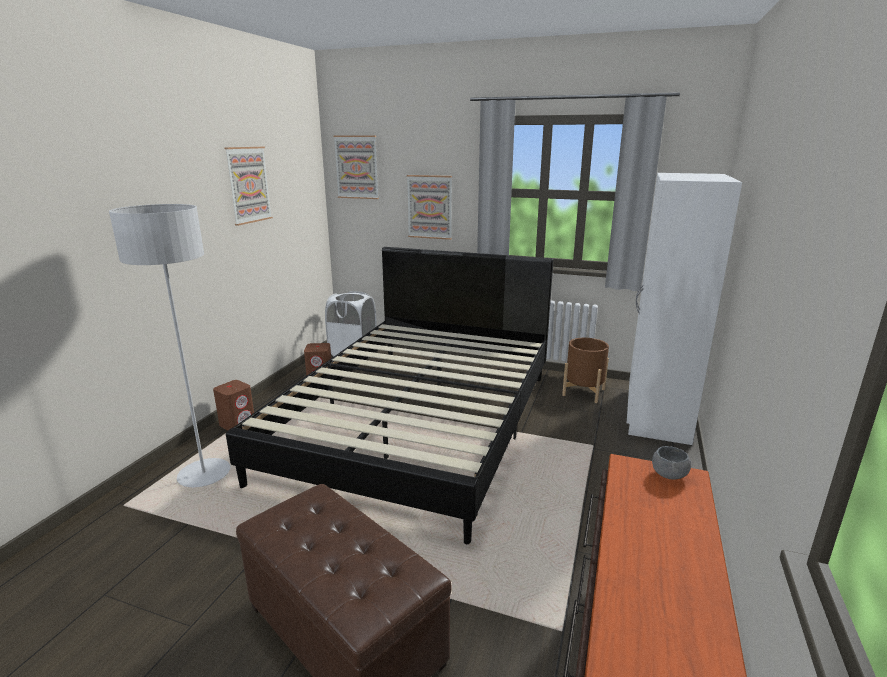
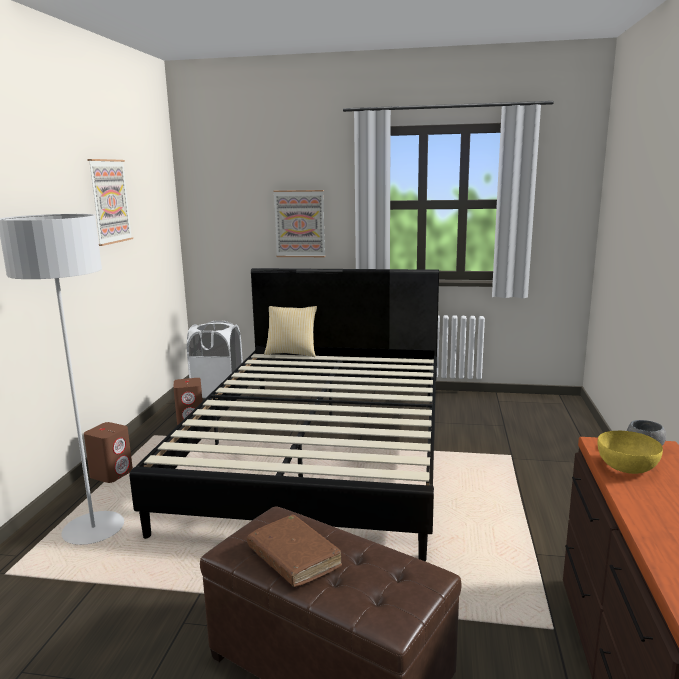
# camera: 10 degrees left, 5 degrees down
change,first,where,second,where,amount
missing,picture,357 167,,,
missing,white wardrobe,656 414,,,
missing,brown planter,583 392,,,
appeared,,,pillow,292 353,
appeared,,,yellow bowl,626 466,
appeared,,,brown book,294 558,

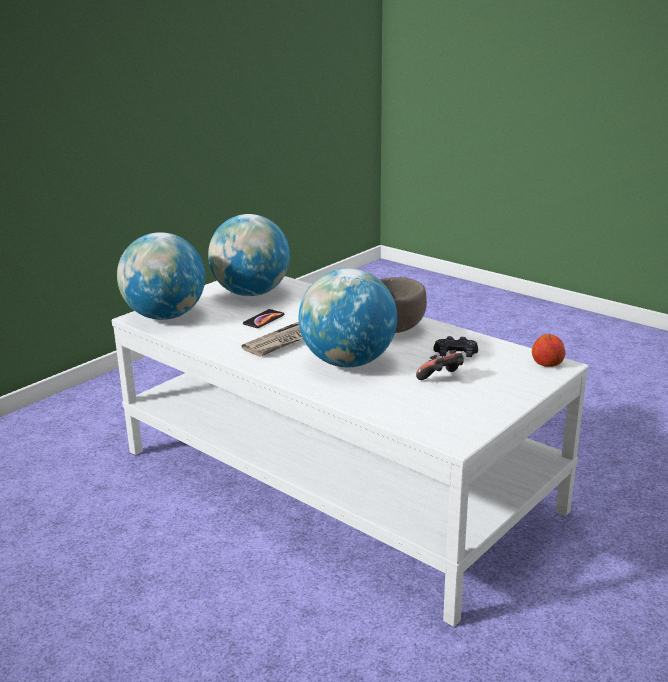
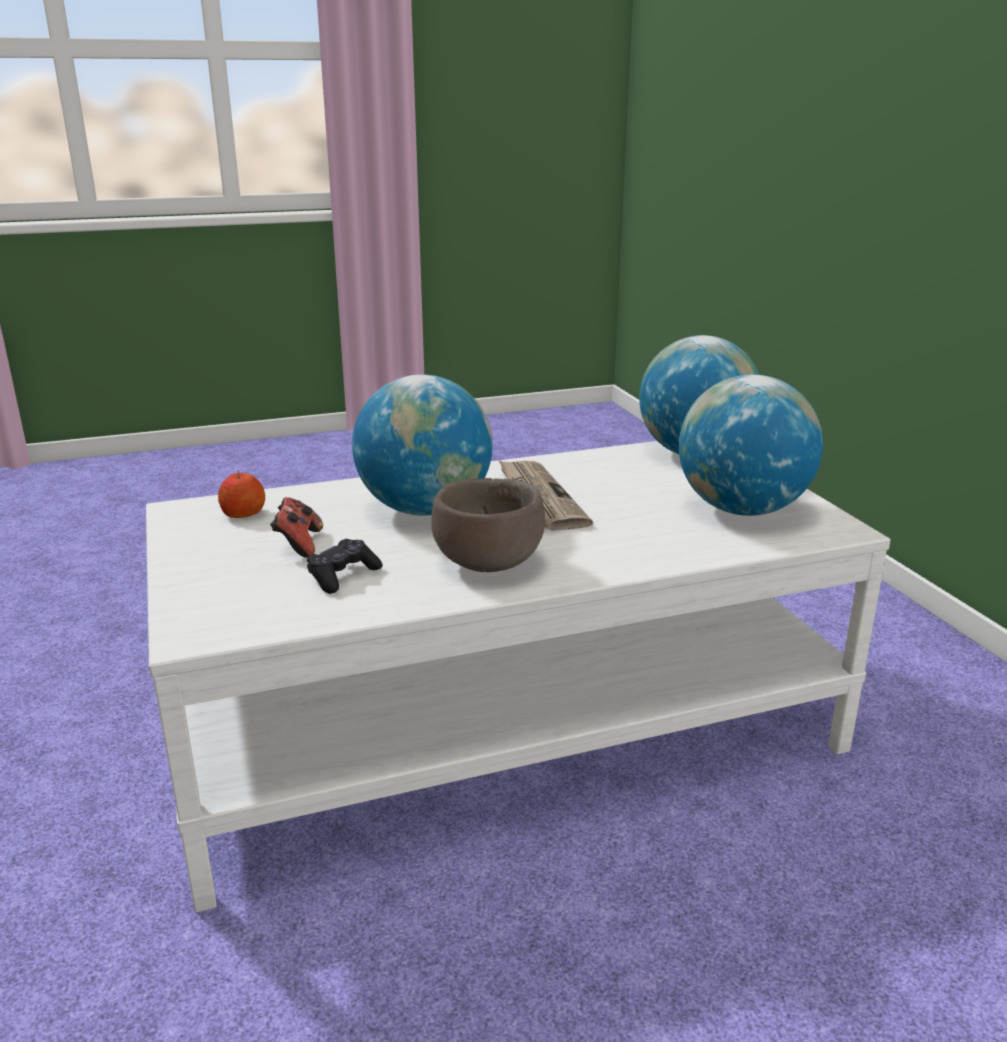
# camera: 120 degrees right, 0 degrees up
change,first,where,second,where,amount
missing,phone,264 319,,,
relocated,apple,547 363,,243 513,

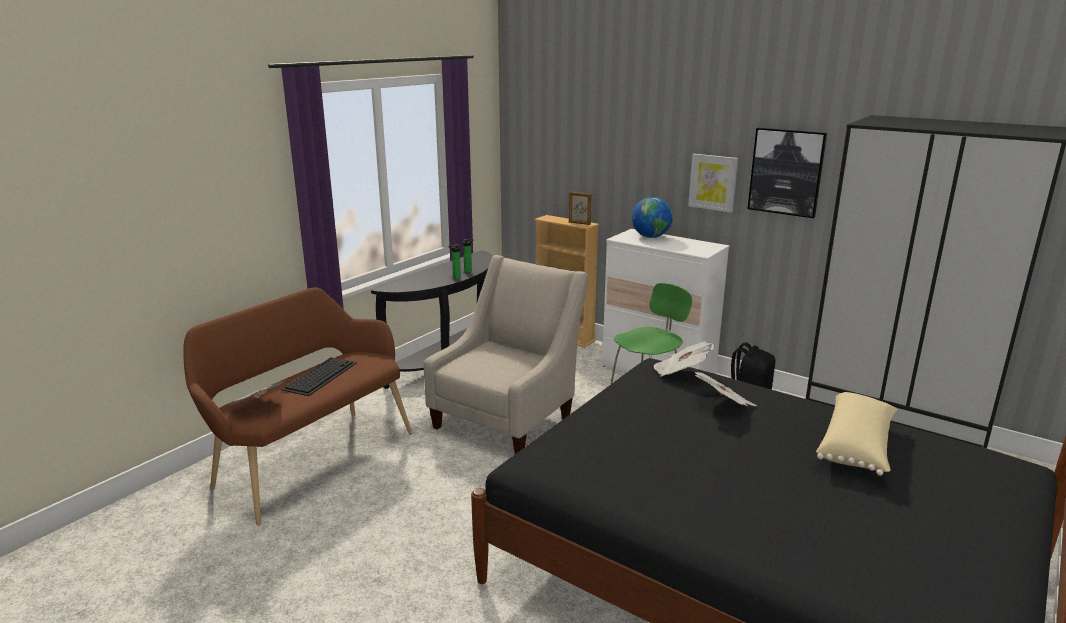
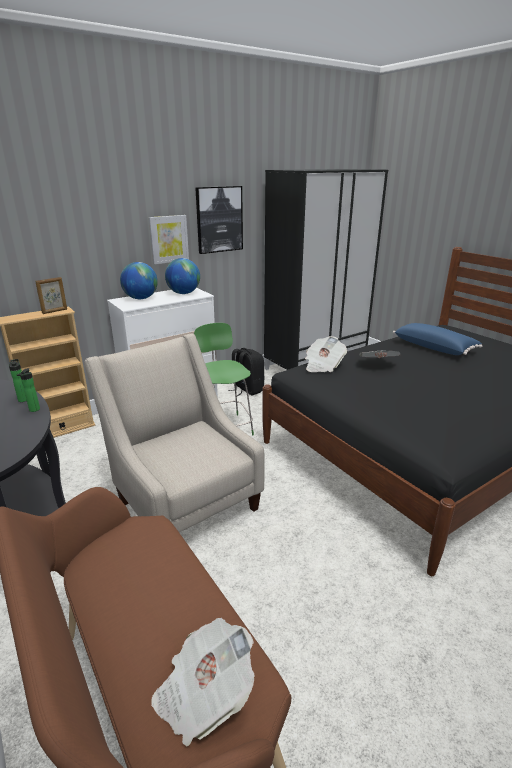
# camera: 70 degrees left, 5 degrees up
change,first,where,second,where,amount
missing,keyboard,320 375,,,
colour,beige pillow,857 446,blue pillow,434 347,
appeared,,,globe,183 293,

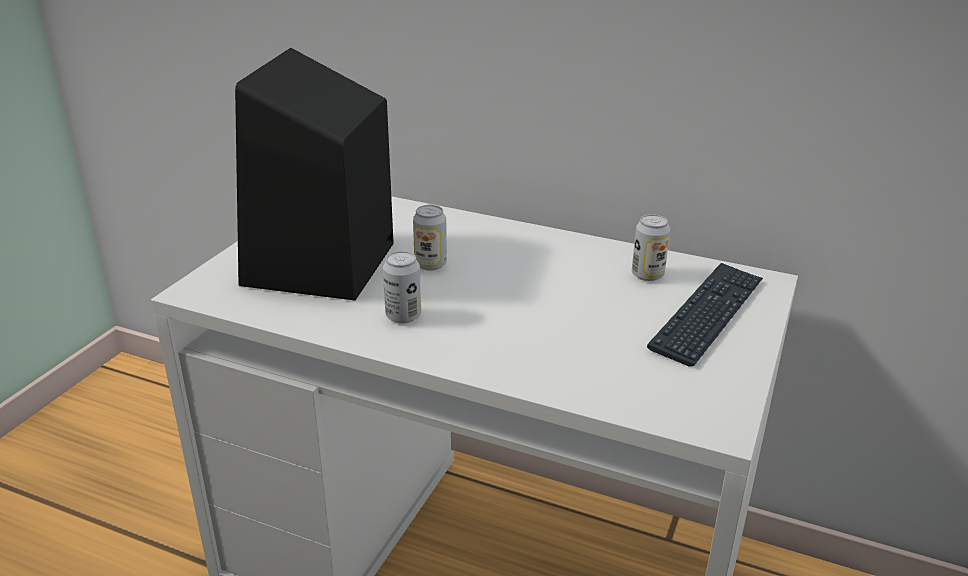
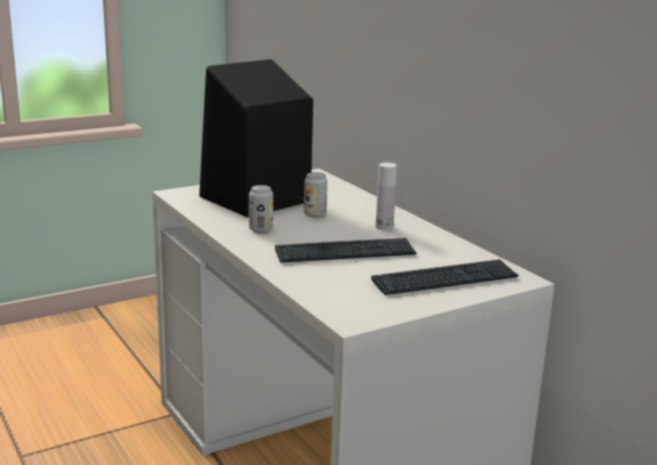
# camera: 35 degrees right, 10 degrees down
change,first,where,second,where,amount
missing,can,647 275,,,
appeared,,,white bottle,384 227,
appeared,,,keyboard,345 253,

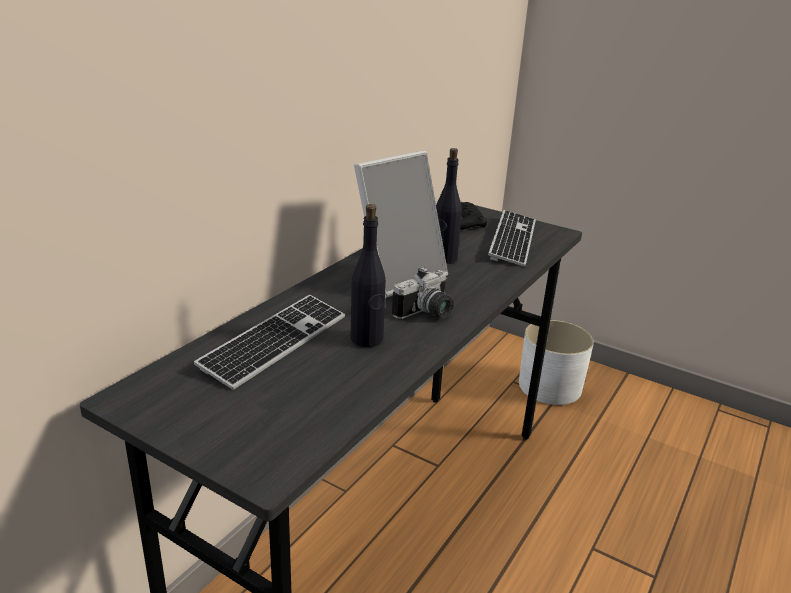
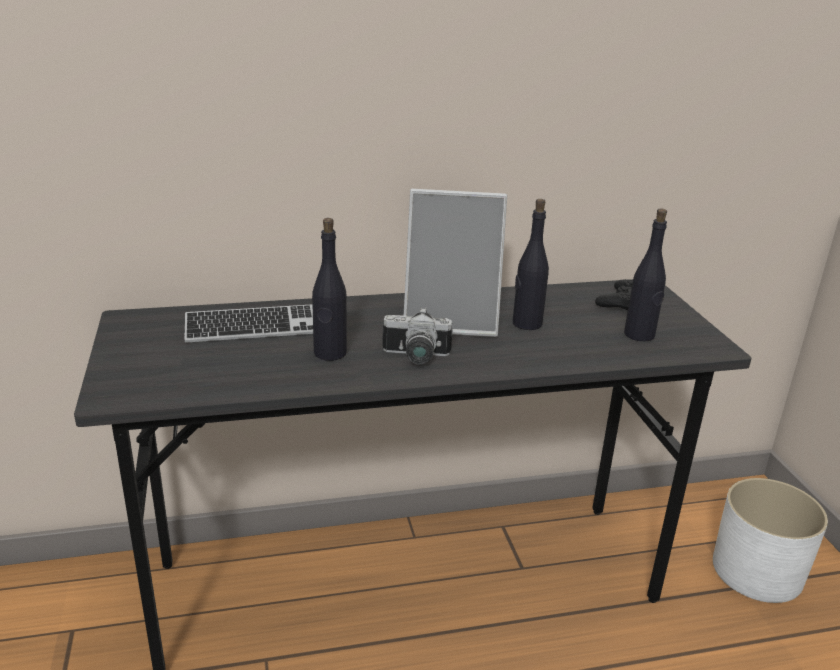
# camera: 45 degrees right, 0 degrees up
change,first,where,second,where,amount
exchanged,keyboard,512 240,black bottle,639 335,

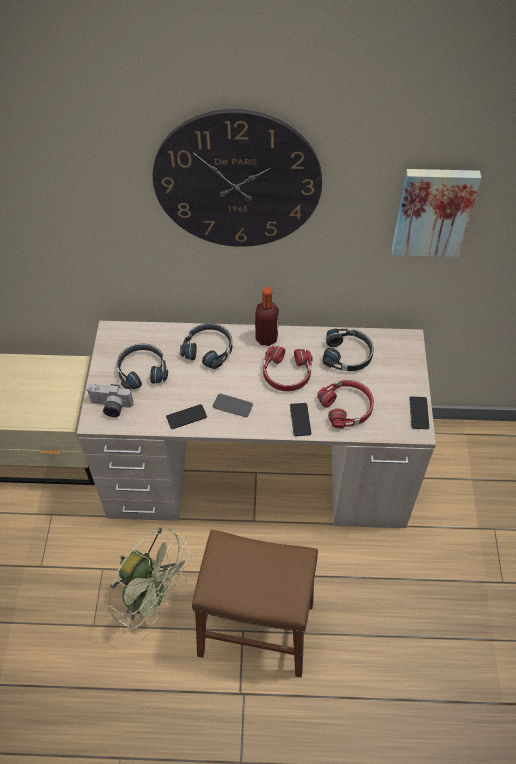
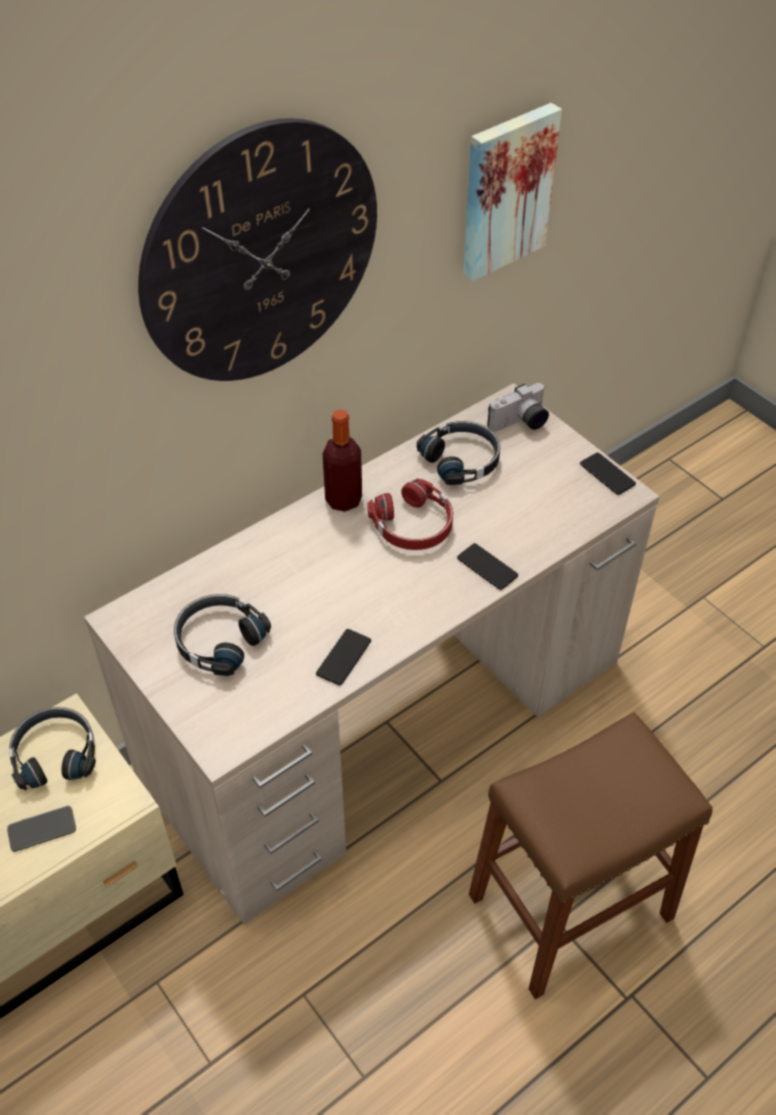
# camera: 40 degrees left, 5 degrees down
change,first,where,second,where,amount
relocated,black headphones,209 349,,55 753,
missing,red headphones,347 407,,,
relocated,photo camera,110 407,,520 424,
relocated,phone,233 406,,42 829,
missing,green fan,153 597,,,

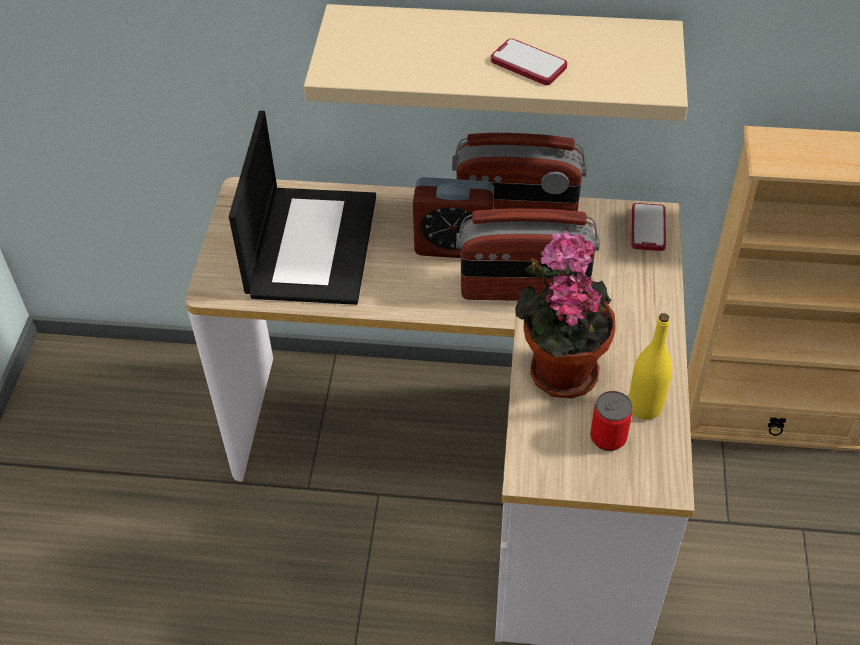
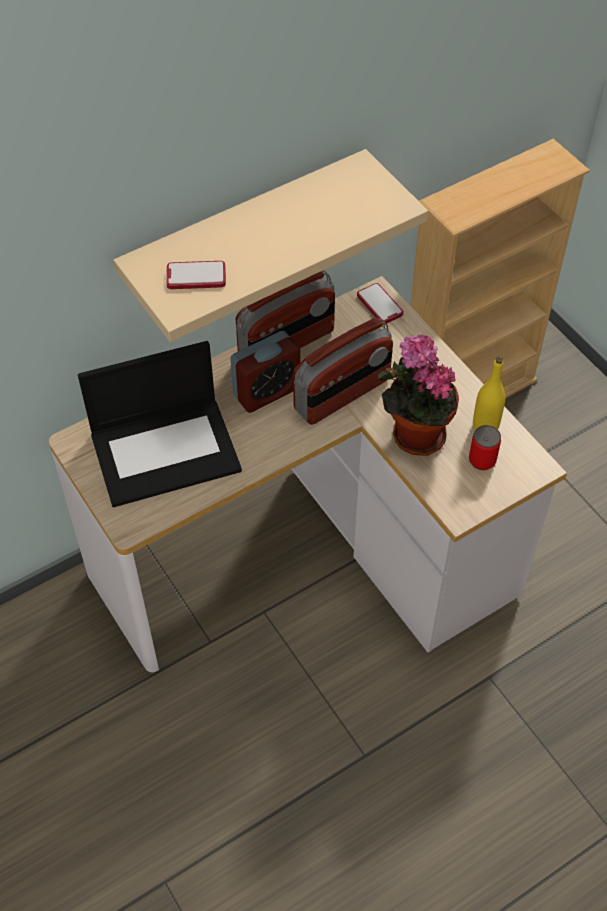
# camera: 40 degrees left, 5 degrees up
change,first,where,second,where,amount
relocated,phone,528 64,,196 276,
spun,laptop,311 244,,166 450,105 degrees clockwise

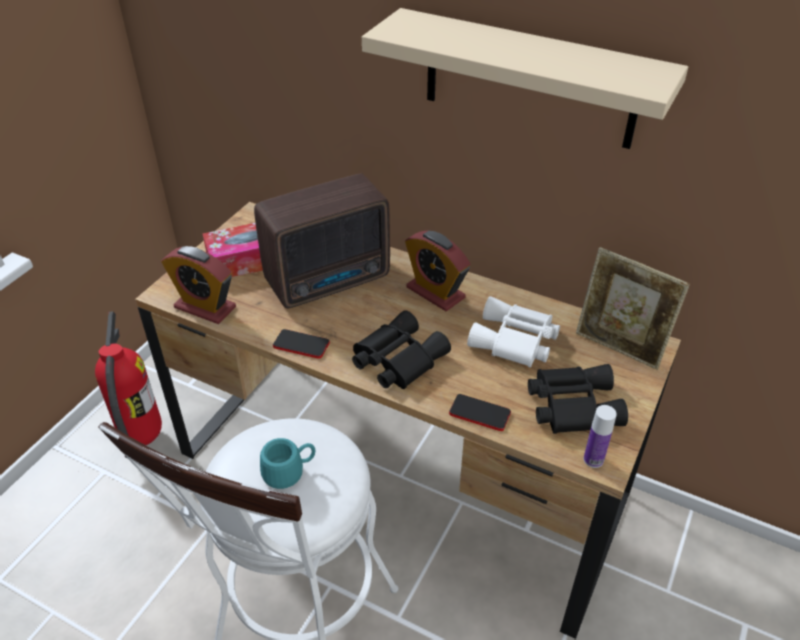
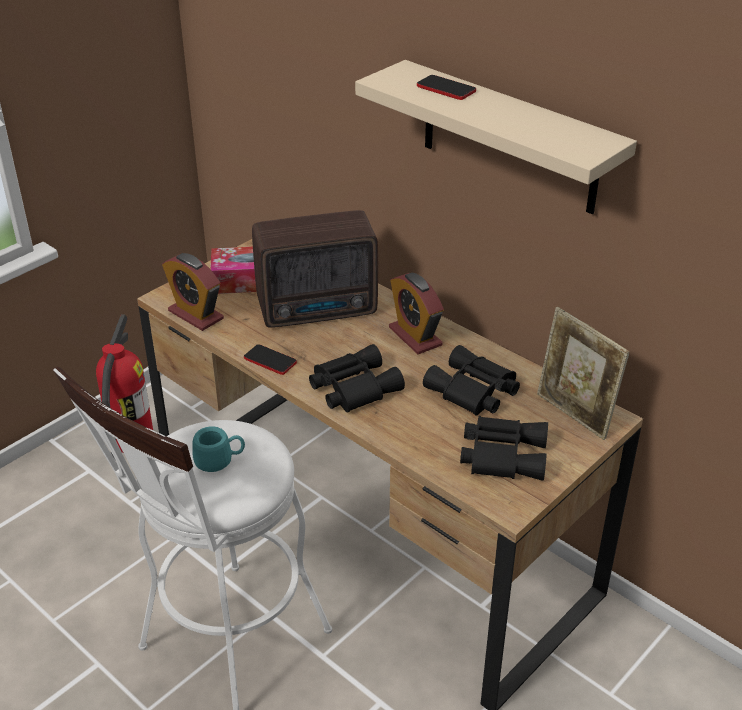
# camera: 15 degrees right, 5 degrees down
change,first,where,second,where,amount
colour,white binoculars,514 342,black binoculars,472 392,
relocated,phone,479 413,,446 89,
missing,bottle,593 460,,,

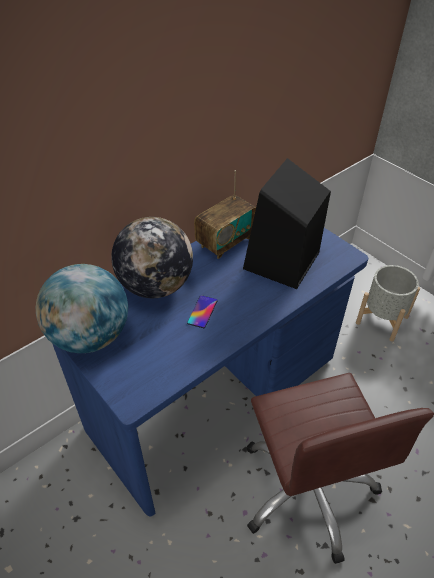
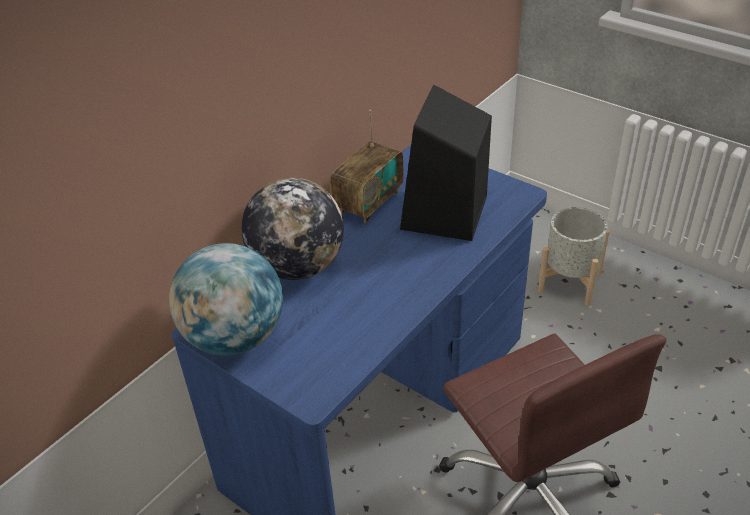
# camera: 10 degrees left, 5 degrees down
change,first,where,second,where,amount
missing,phone,202 312,,,

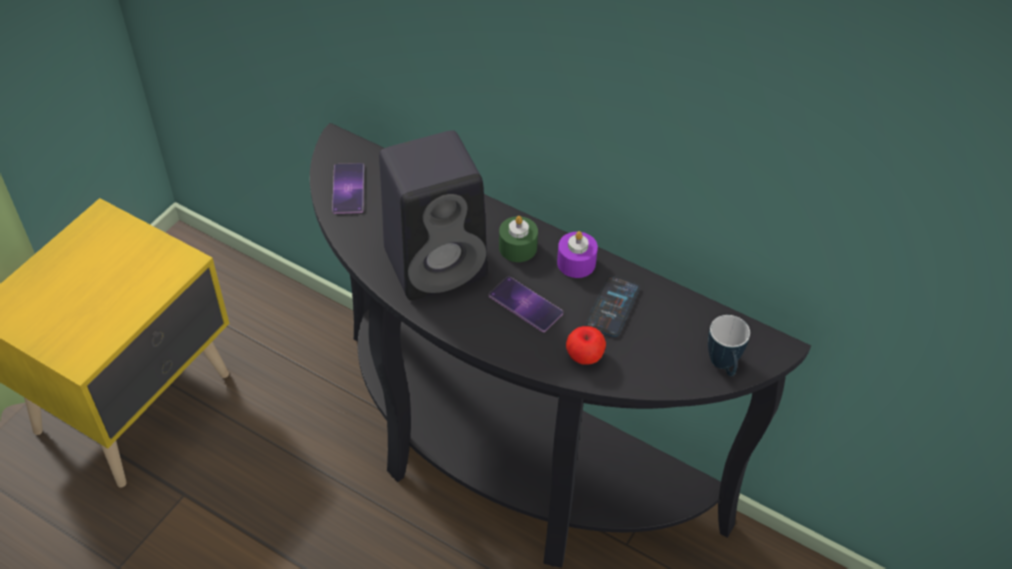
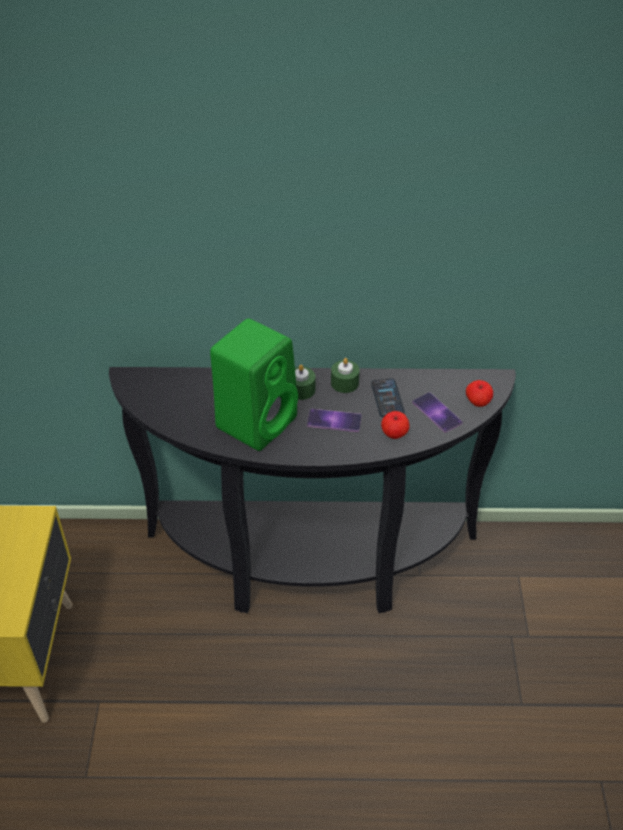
# camera: 30 degrees left, 5 degrees down
change,first,where,second,where,amount
colour,black speaker,438 262,green speaker,257 420,
relocated,phone,348 188,,437 412,
colour,purple candle,576 263,green candle,344 383,
exchanged,mug,724 366,apple,478 402,

